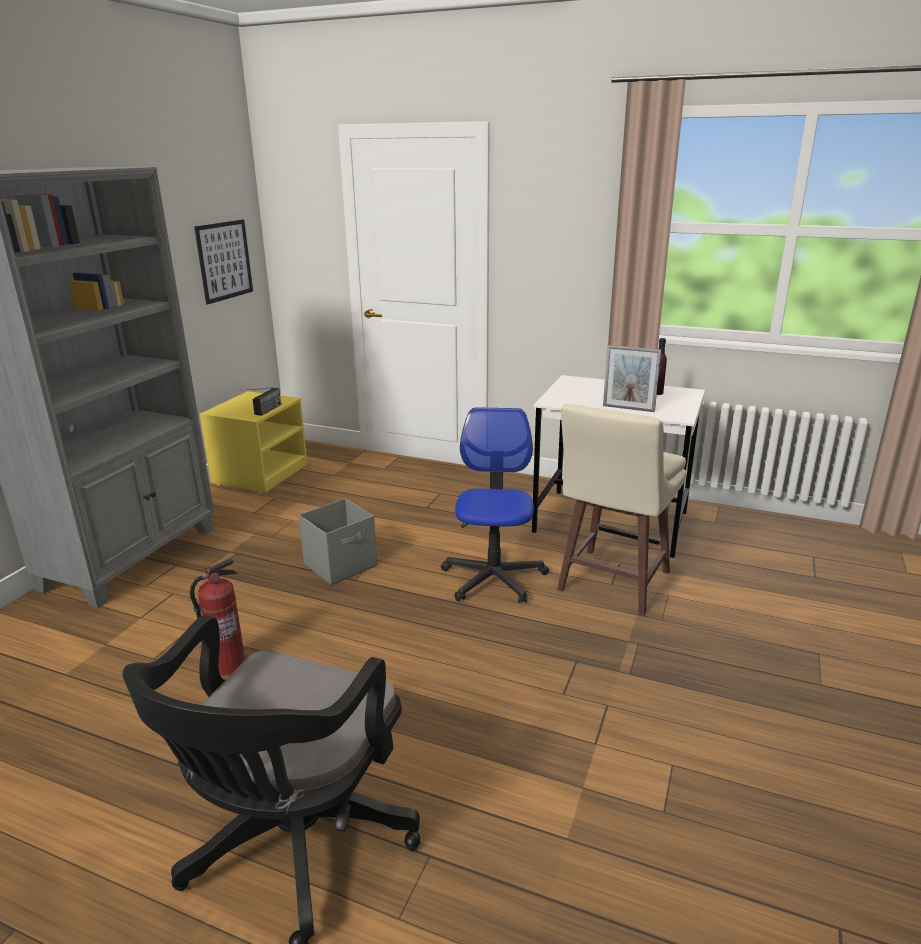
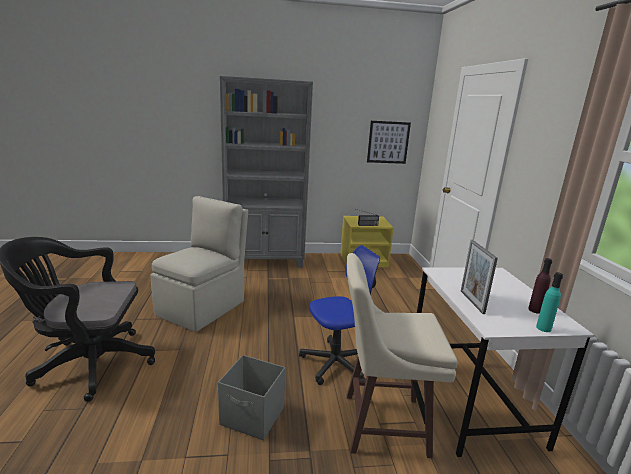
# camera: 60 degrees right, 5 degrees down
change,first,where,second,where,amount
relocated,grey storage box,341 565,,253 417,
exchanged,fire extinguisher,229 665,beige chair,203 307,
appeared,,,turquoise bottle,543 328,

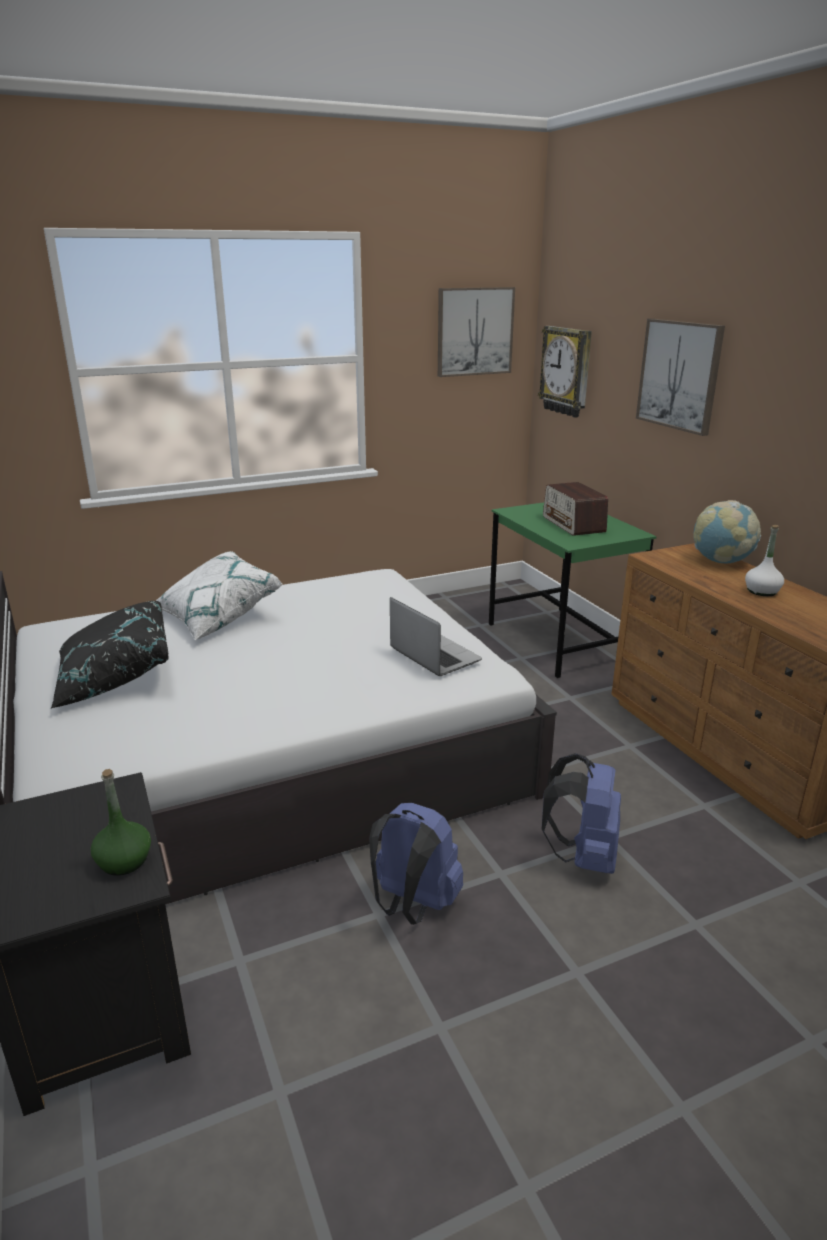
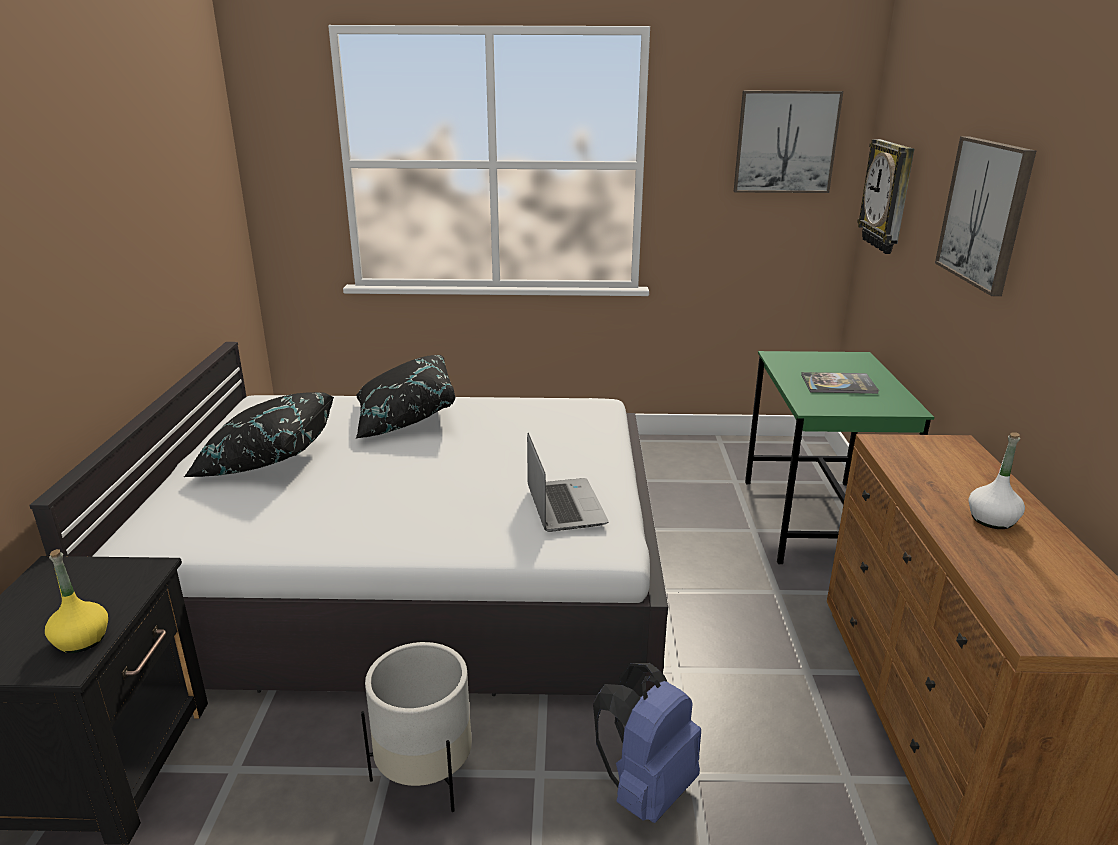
# camera: 25 degrees right, 0 degrees up
change,first,where,second,where,amount
exchanged,radio,573 524,book,838 384,
missing,globe,721 561,,,
colour,white pillow,217 617,black pillow,404 419,
colour,green bottle,124 861,yellow bottle,81 640,
exchanged,blue backpack,412 905,white planter,425 775,

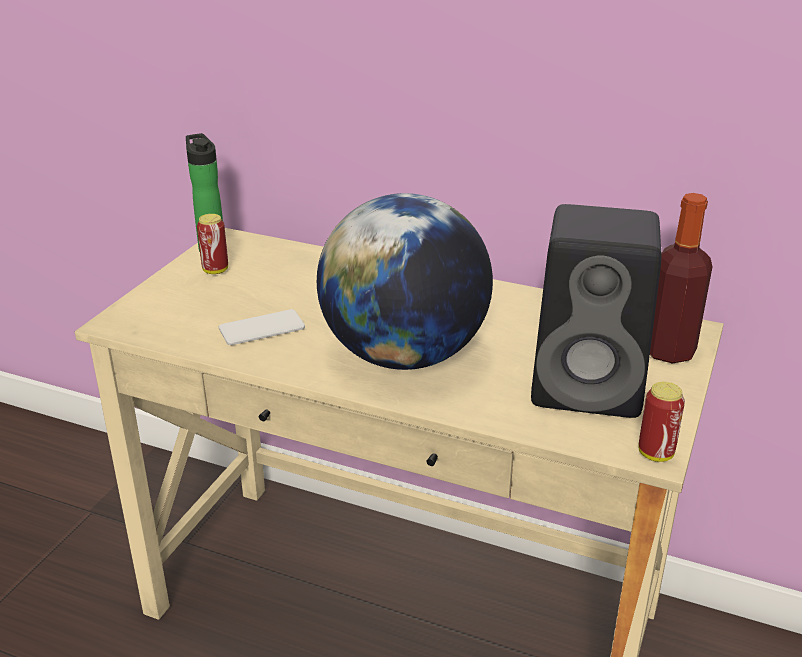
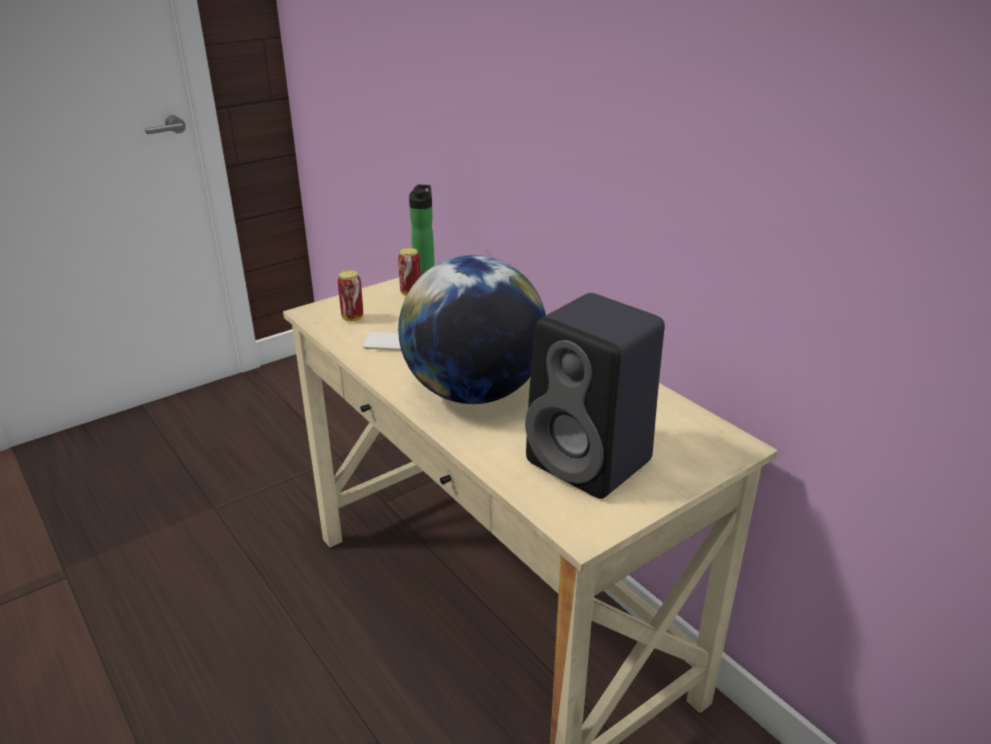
# camera: 30 degrees right, 0 degrees up
change,first,where,second,where,amount
missing,bottle,668 351,,,
relocated,can,655 454,,352 318,

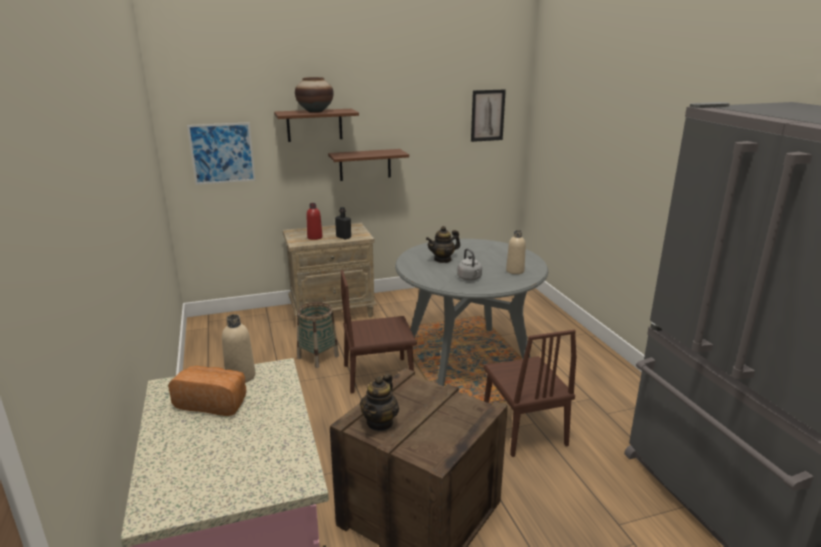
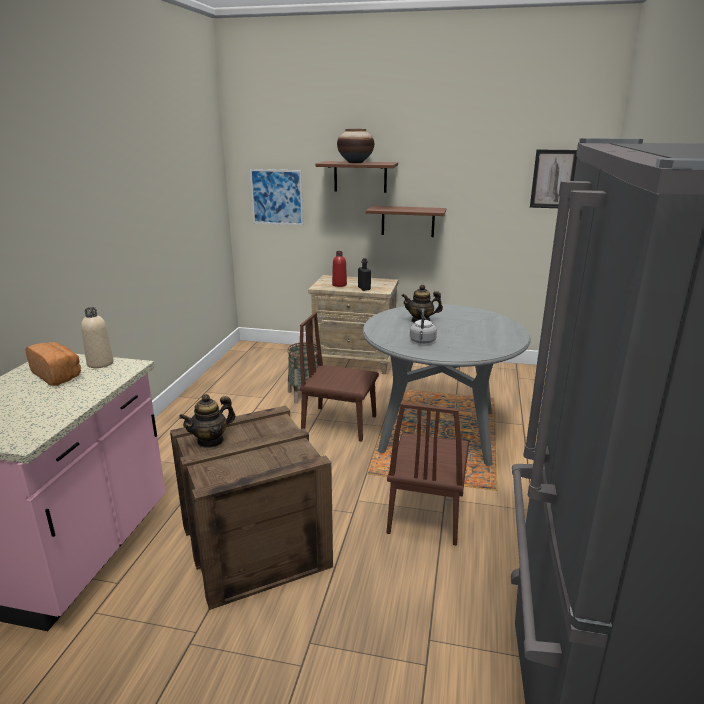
# camera: 30 degrees right, 0 degrees up
change,first,where,second,where,amount
missing,beige bottle,515 271,,,

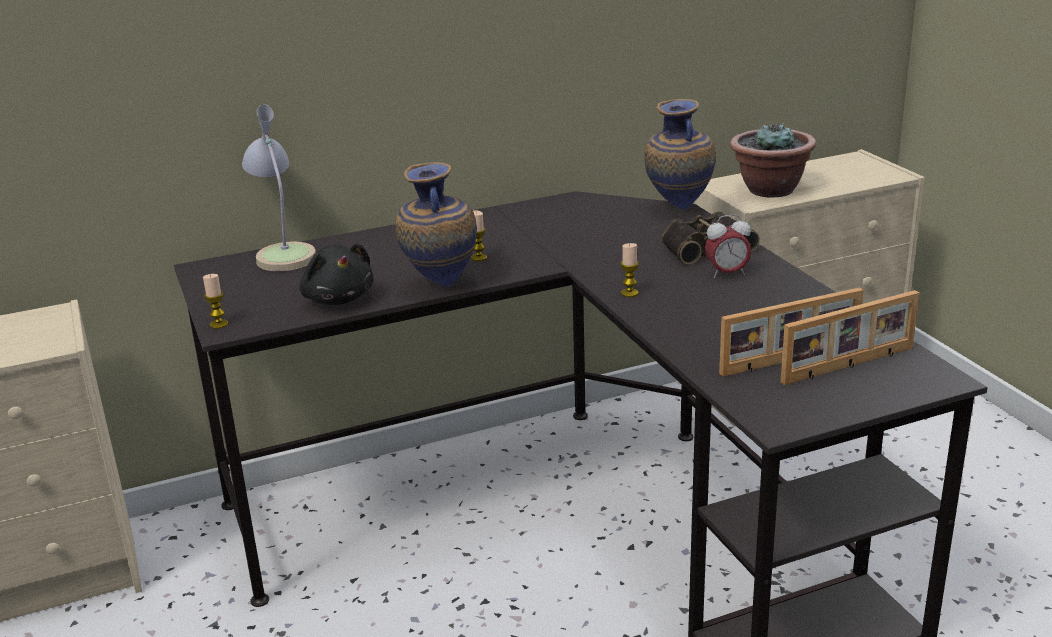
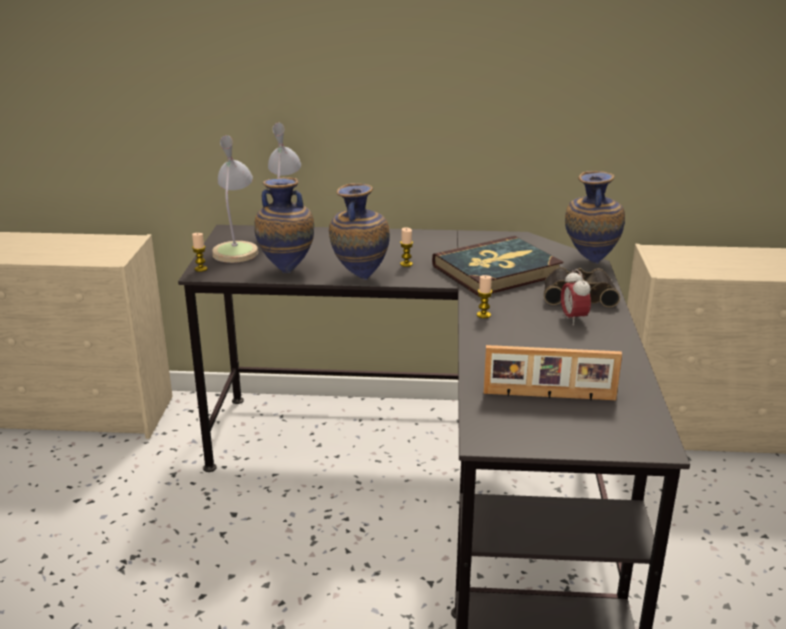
# camera: 25 degrees right, 0 degrees up
change,first,where,second,where,amount
missing,potted plant,769 190,,,
spun,alarm clock,727 273,,573 319,60 degrees clockwise
exchanged,black plush toy,338 298,vase,287 270,
missing,picture frame,849 366,,,
appeared,,,table lamp,237 249,
appeared,,,book,497 271,

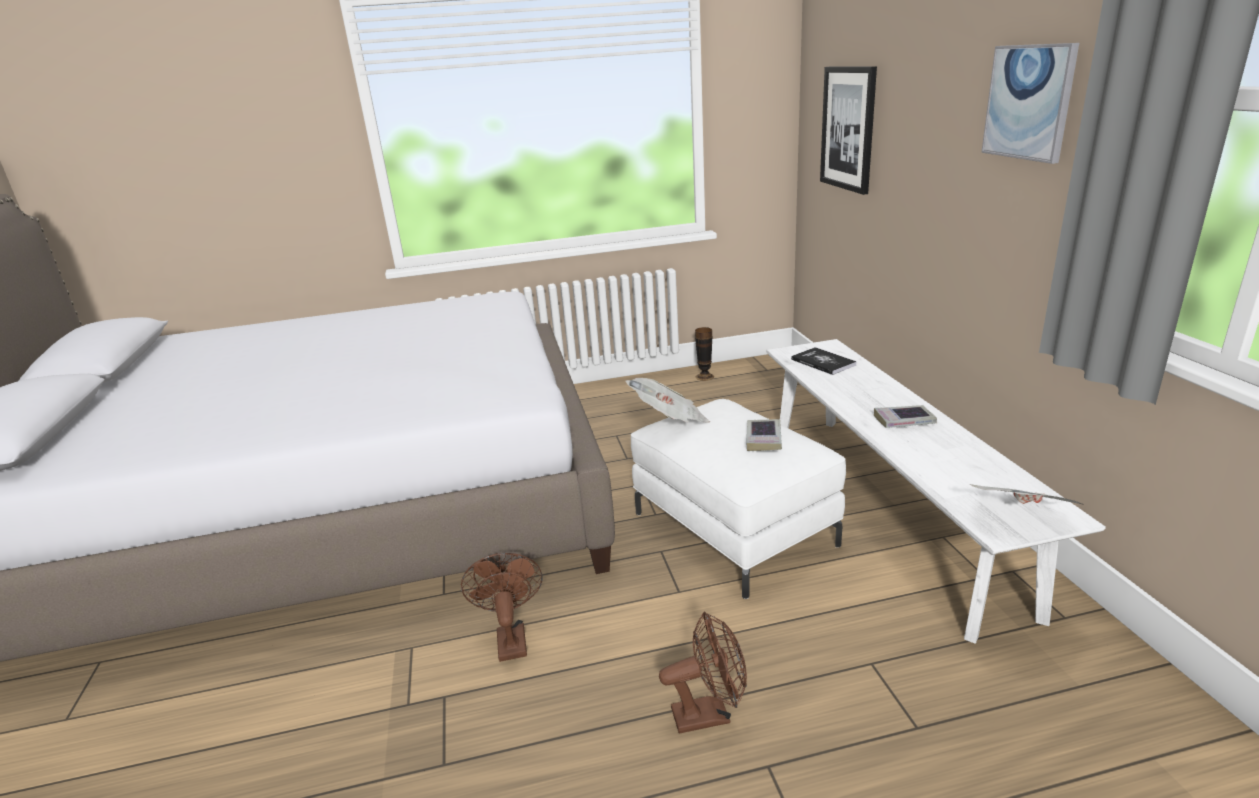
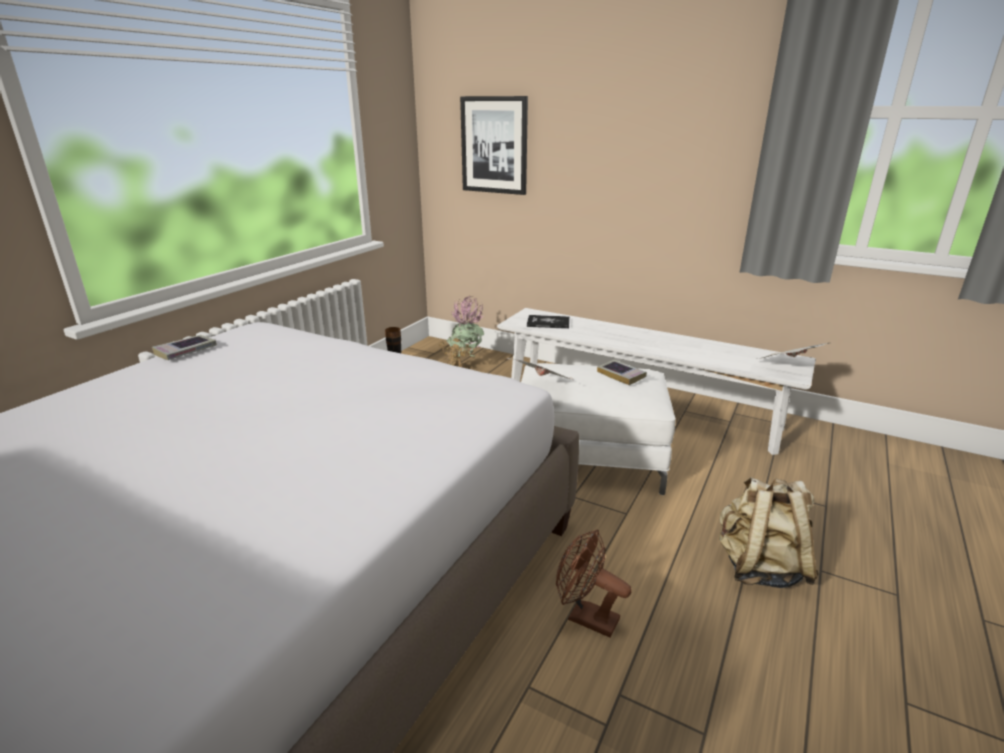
# camera: 50 degrees left, 0 degrees up
change,first,where,second,where,amount
missing,picture,1029 102,,,
relocated,book,904 421,,186 351,
exchanged,brown fan,709 714,beige backpack,759 567,
appeared,,,potted plant,463 367,

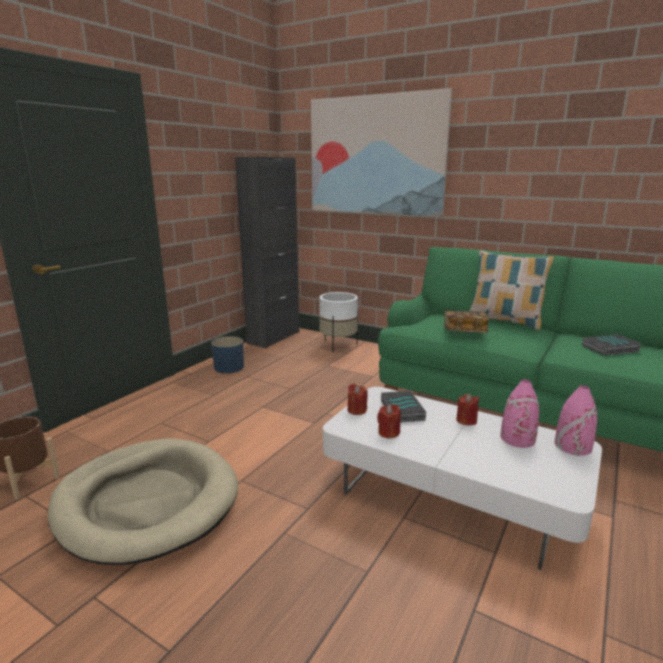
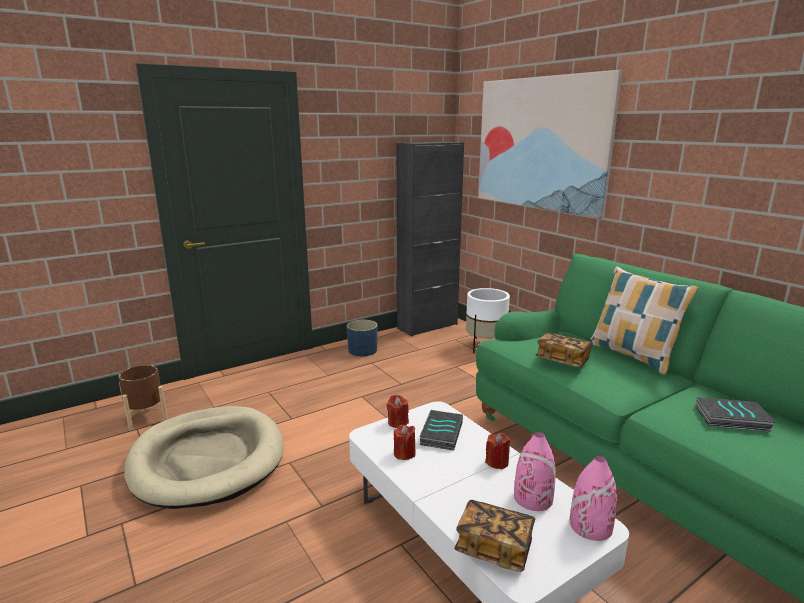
# camera: 25 degrees right, 0 degrees up
change,first,where,second,where,amount
appeared,,,book,494 547,

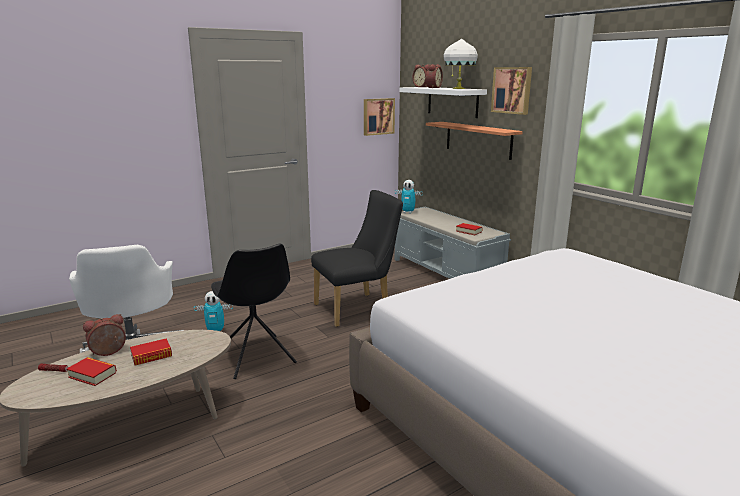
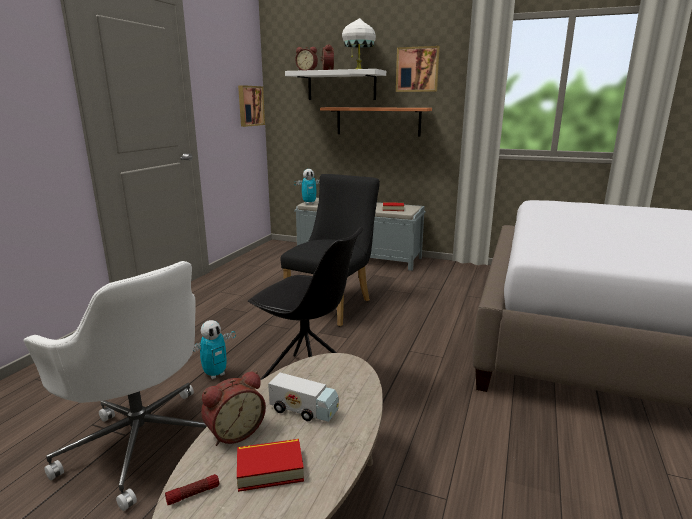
# camera: 35 degrees left, 0 degrees up
change,first,where,second,where,amount
spun,alarm clock,108 352,,234 432,150 degrees counterclockwise
exchanged,book,151 356,toy truck,304 410,

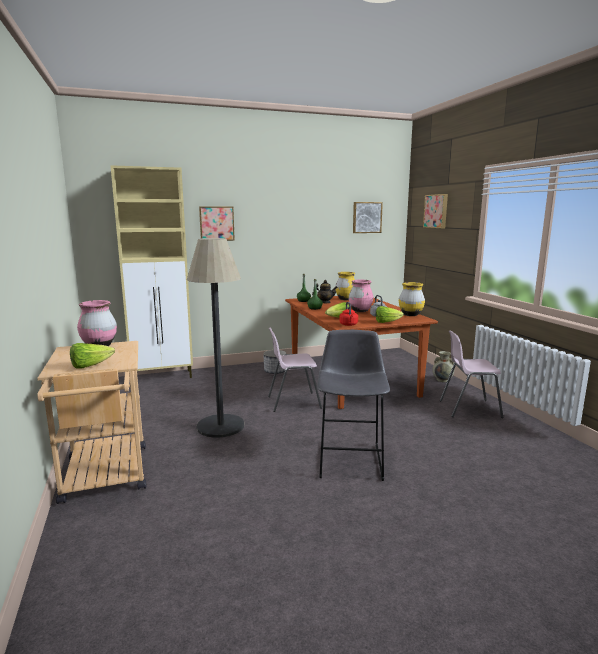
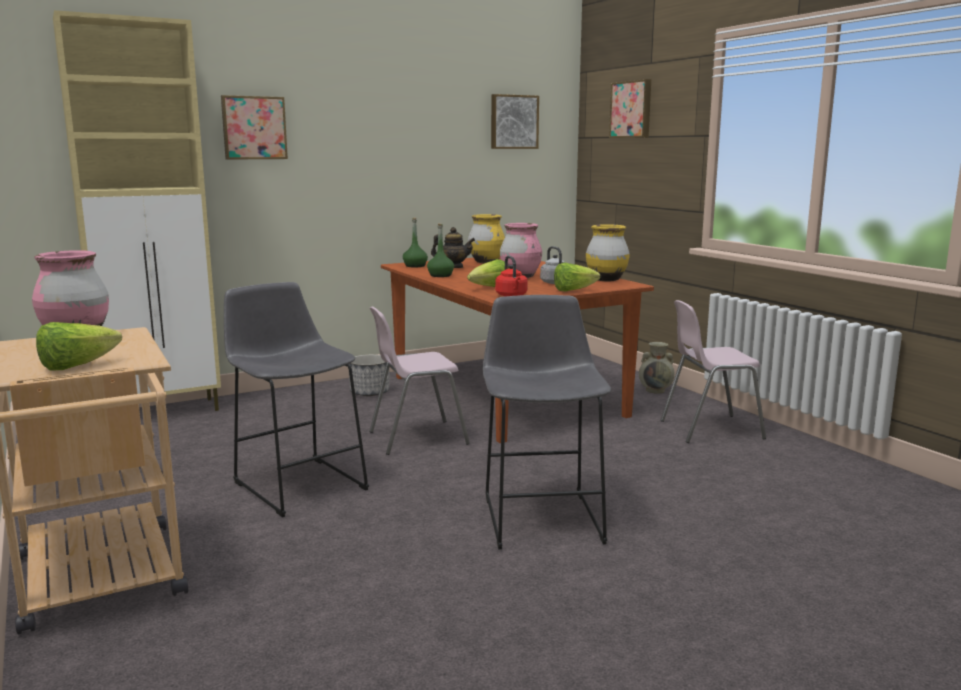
# camera: 10 degrees left, 0 degrees up
change,first,where,second,where,amount
exchanged,floor lamp,220 426,grey stool,297 483,

